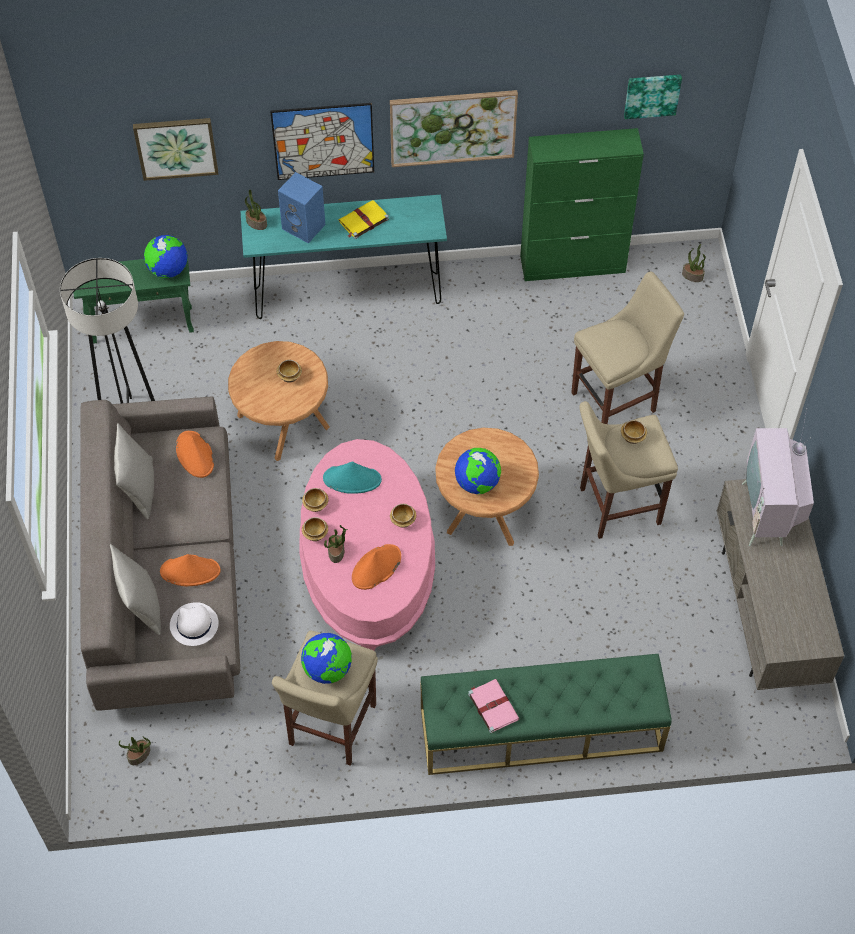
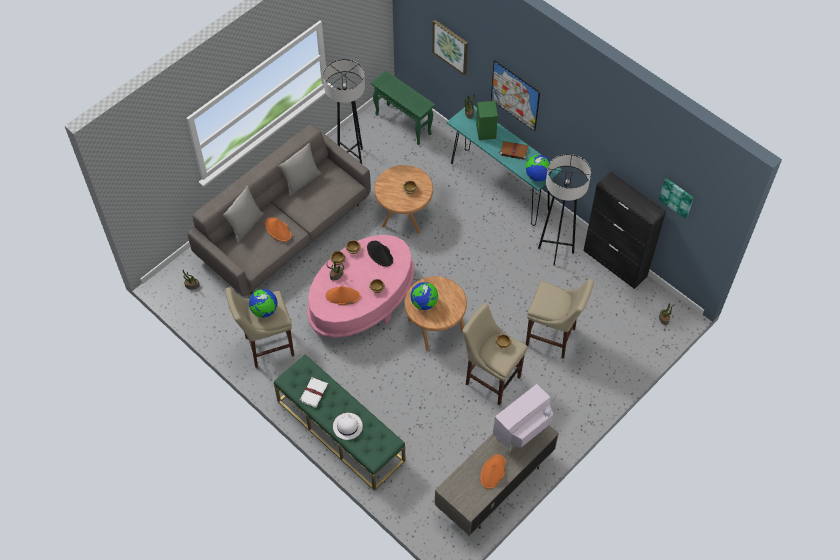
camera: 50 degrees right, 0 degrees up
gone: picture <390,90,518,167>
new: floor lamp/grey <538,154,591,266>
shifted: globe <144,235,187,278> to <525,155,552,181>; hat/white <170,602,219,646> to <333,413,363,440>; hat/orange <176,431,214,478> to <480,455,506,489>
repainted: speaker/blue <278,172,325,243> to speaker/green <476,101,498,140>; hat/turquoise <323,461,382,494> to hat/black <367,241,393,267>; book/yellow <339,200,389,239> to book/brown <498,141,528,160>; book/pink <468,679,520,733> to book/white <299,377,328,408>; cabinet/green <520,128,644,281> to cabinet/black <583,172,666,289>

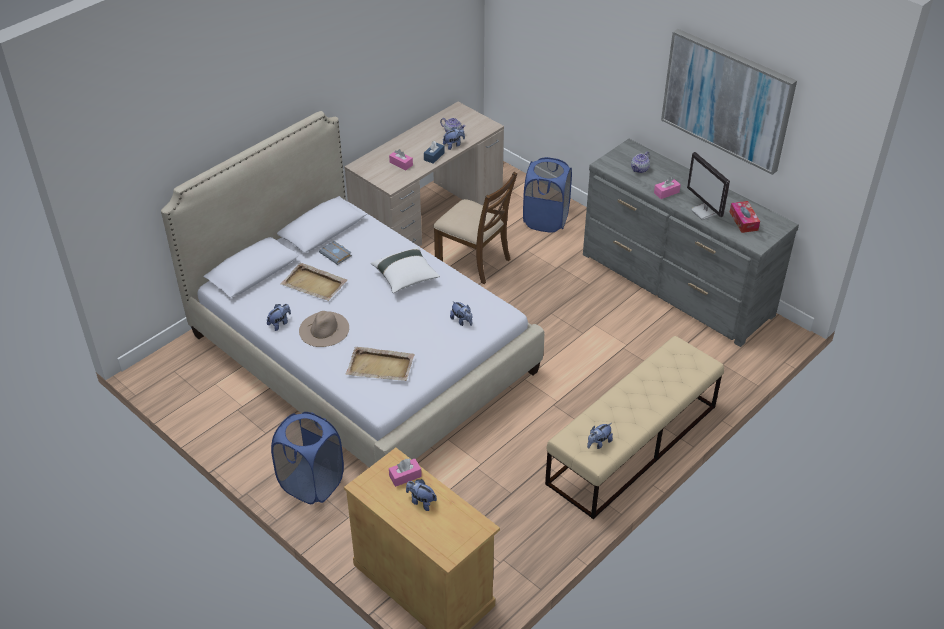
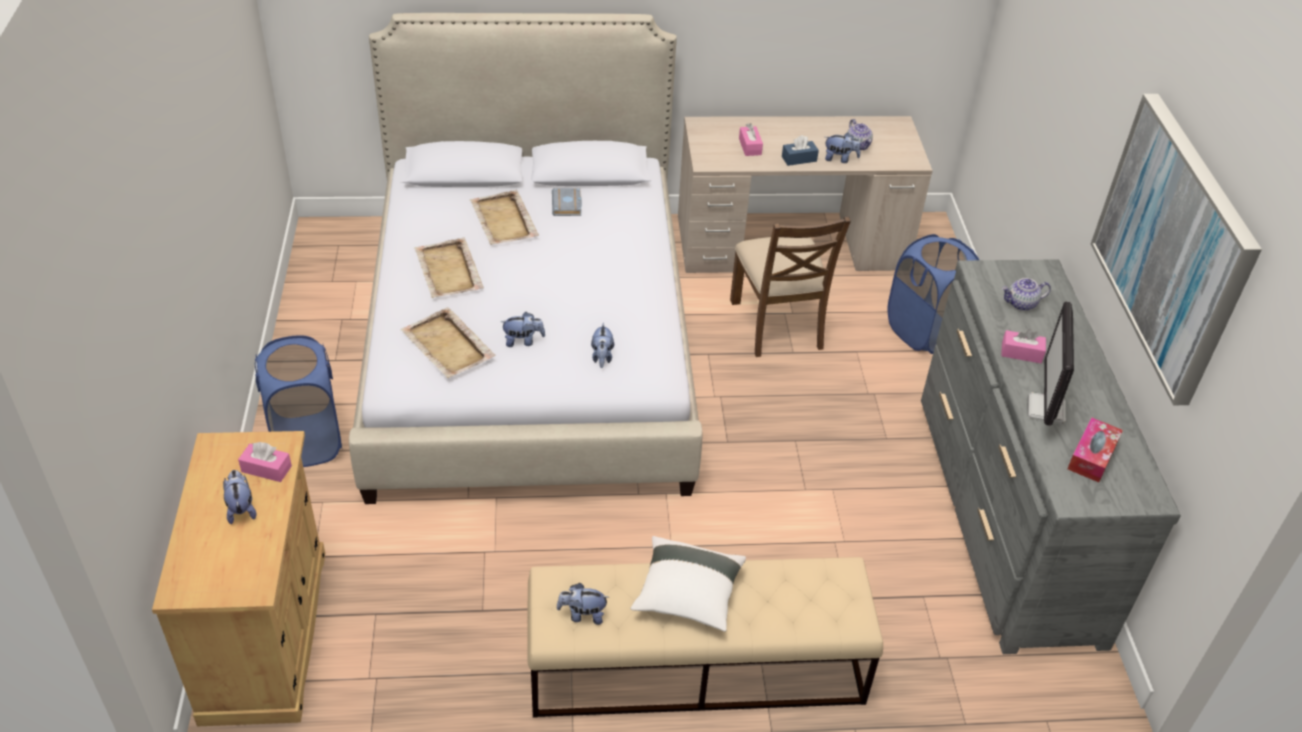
camera: 40 degrees right, 0 degrees up
shifted: plush toy <267,304,291,331> to <501,312,545,347>; pillow/white <371,247,440,293> to <631,536,746,632>
swapped: hat/beige <299,311,349,347> to tray/beige <414,238,484,298>

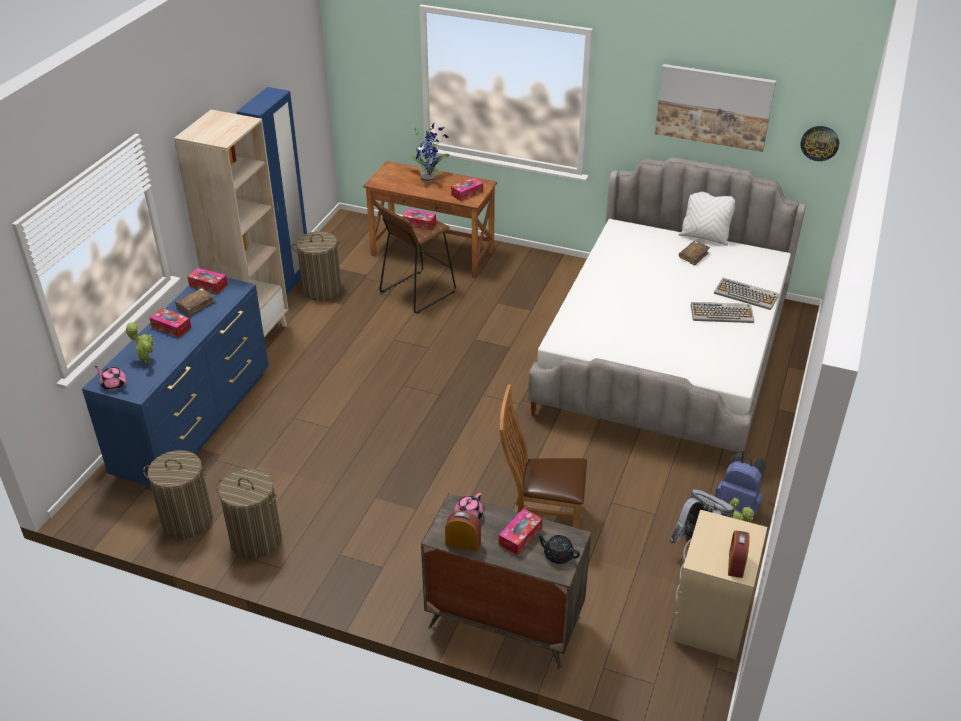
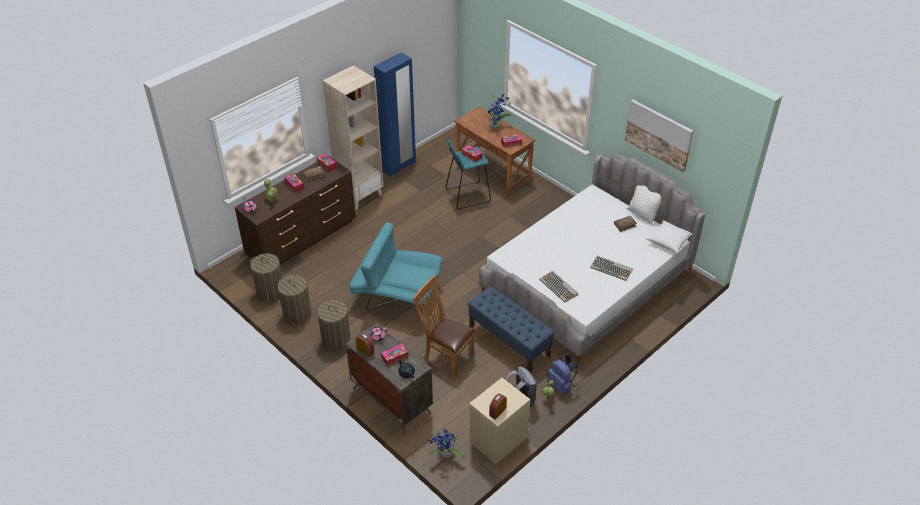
camera: 25 degrees right, 5 degrees up
gone: wall clock <800,126,839,161>
new: armchair/turquoise <349,222,443,314>; potted plant <429,429,465,459>; bench/blue <468,286,555,373>; pillow/white <646,220,692,253>
shifted: laundry basket <292,231,342,301> to <315,300,351,350>; keyboard <714,278,779,310> to <539,271,578,302>
repainted: dresser/blue <82,278,269,487> to dresser/brown <235,156,356,265>; stool/brown <379,206,456,314> to stool/turquoise <445,140,491,210>

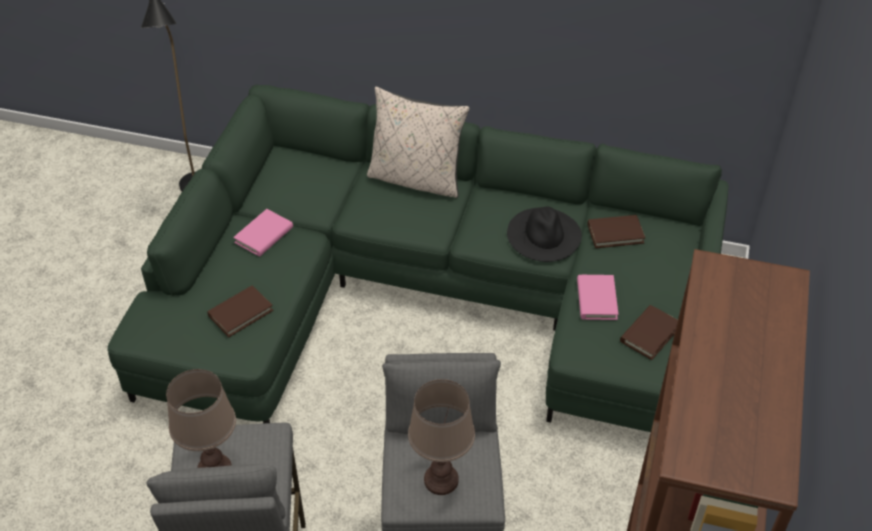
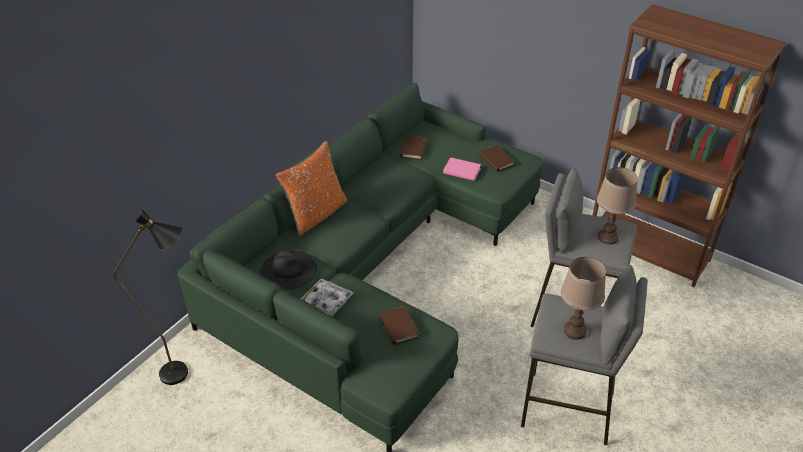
camera: 70 degrees left, 5 degrees down
shifted: hat/black <507,207,582,262> to <260,250,317,290>
swapped: book/pink <233,209,293,257> to tray <301,279,354,316>
repainted: pillow/beige <367,86,469,198> to pillow/orange <276,141,347,236>

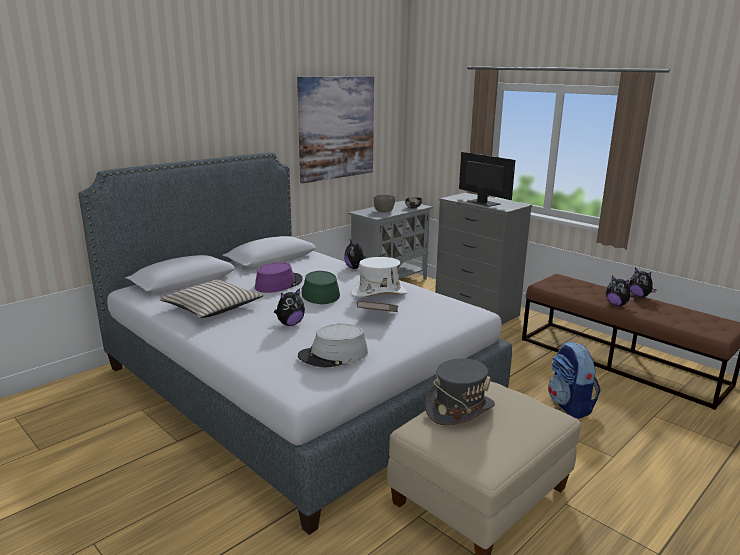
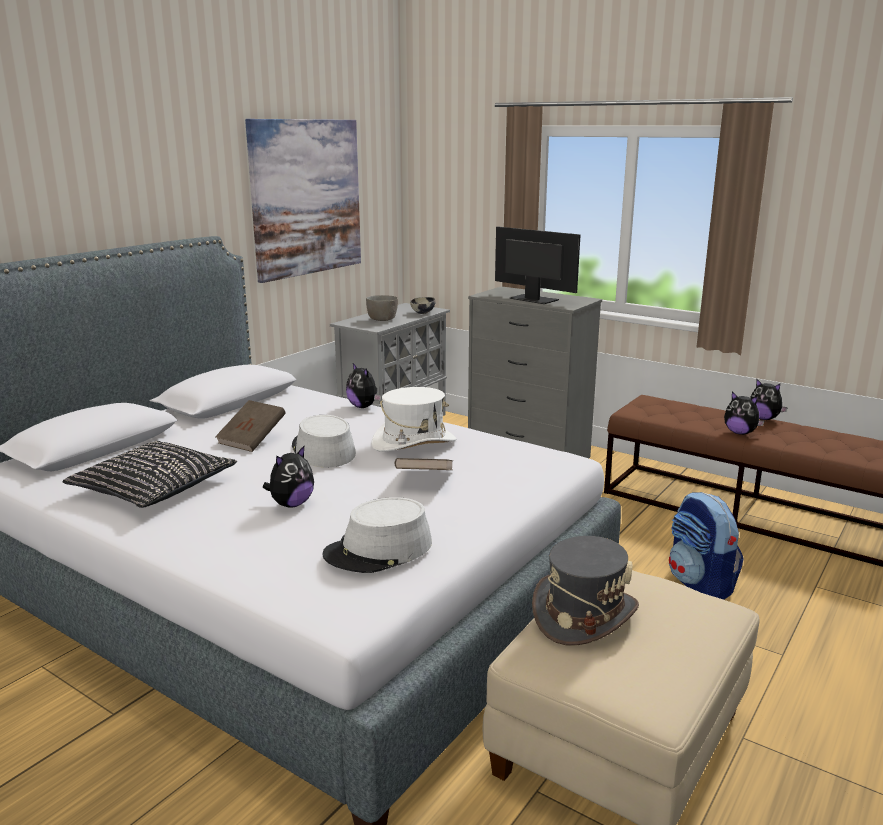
camera: 10 degrees left, 0 degrees up
swapped: hat/purple <255,262,303,293> to book/brown <215,400,285,452>
repainted: pillow/beige <160,280,263,318> to pillow/black <62,441,237,508>; hat/green <301,271,340,304> to hat/grey <292,415,356,467>

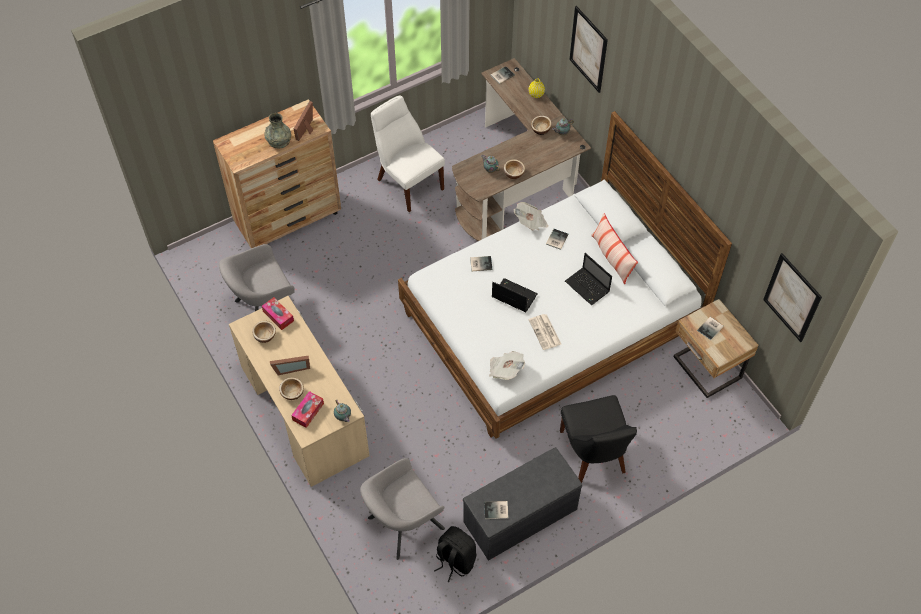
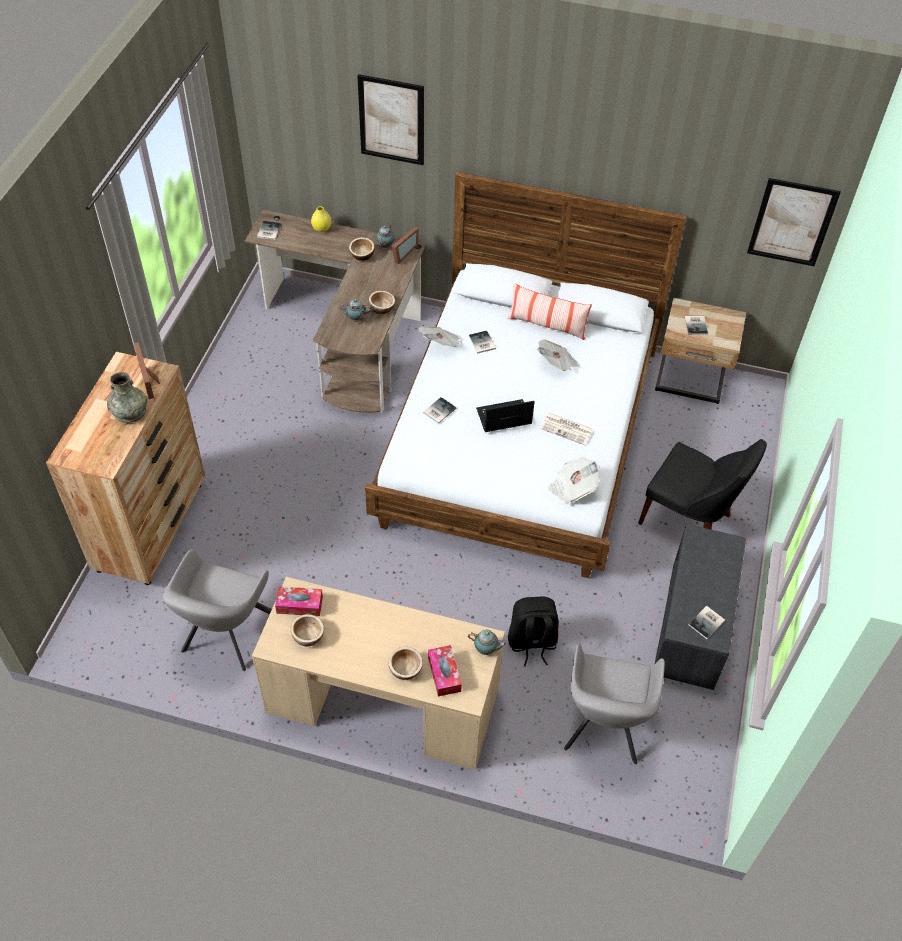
camera: 45 degrees left, 5 degrees down
gone: chair/white <371,95,445,212>
shifted: picture frame <270,356,310,375> to <392,227,419,265>; backpack/black <434,526,477,582> to <508,596,559,667>
swapped: laptop <565,253,612,305> to newspaper <537,340,580,371>

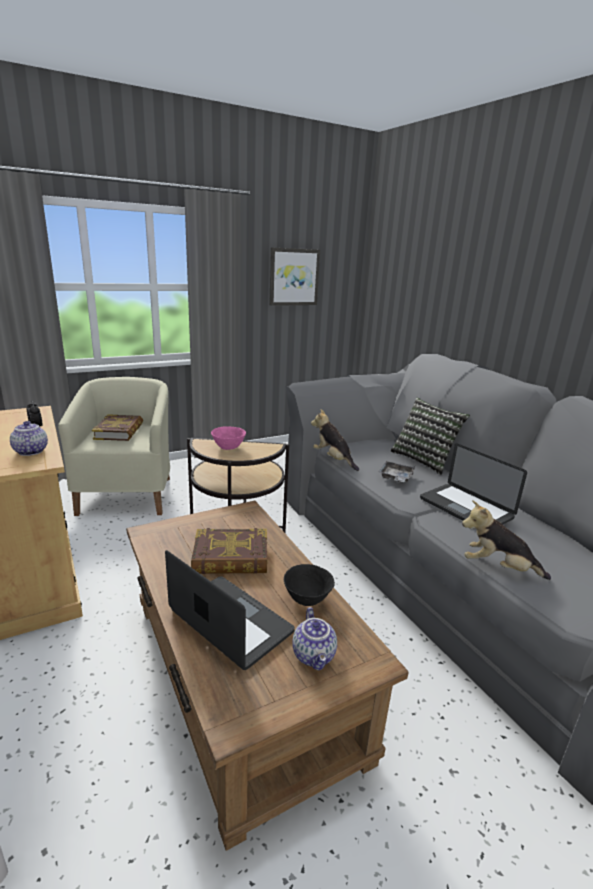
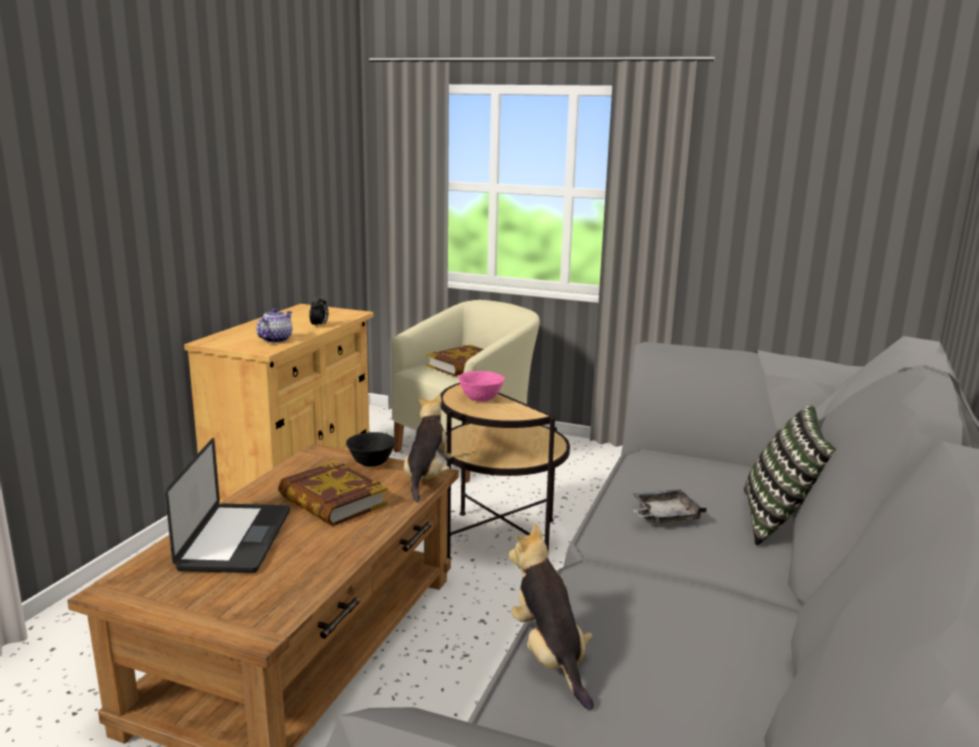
camera: 50 degrees right, 5 degrees down
gone: picture <269,247,320,306>; teapot <293,607,337,671>; laptop <420,443,527,524>
shifted: bowl/black <284,564,335,606> to <346,432,395,467>; plush toy <311,409,359,471> to <404,394,452,502>

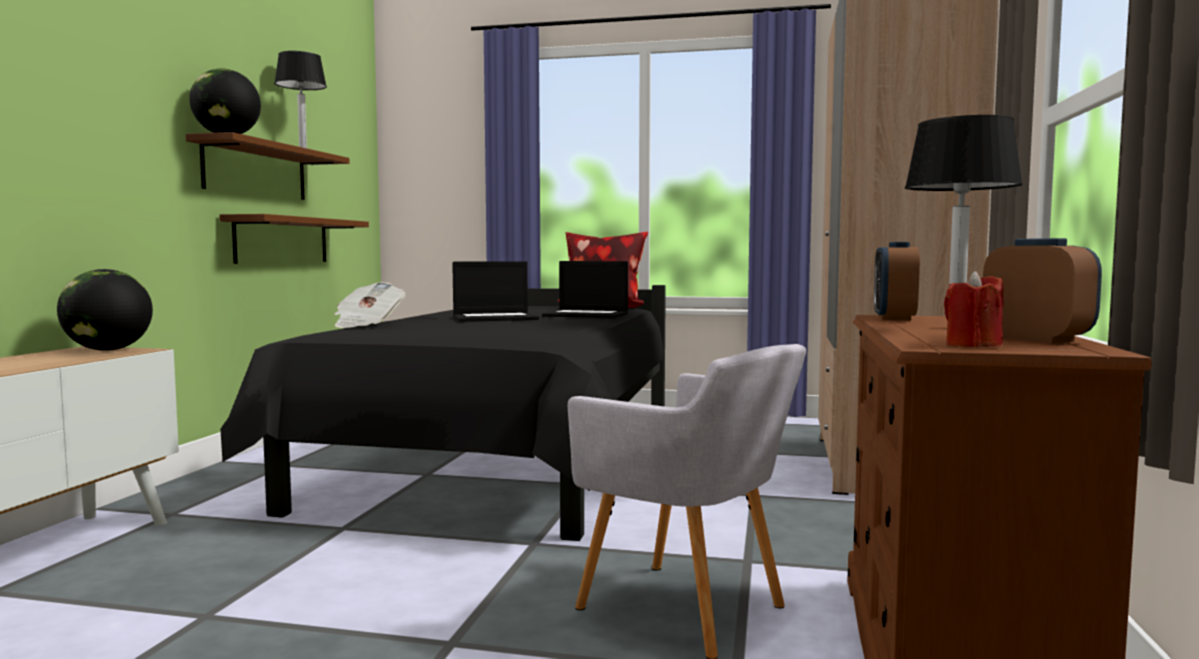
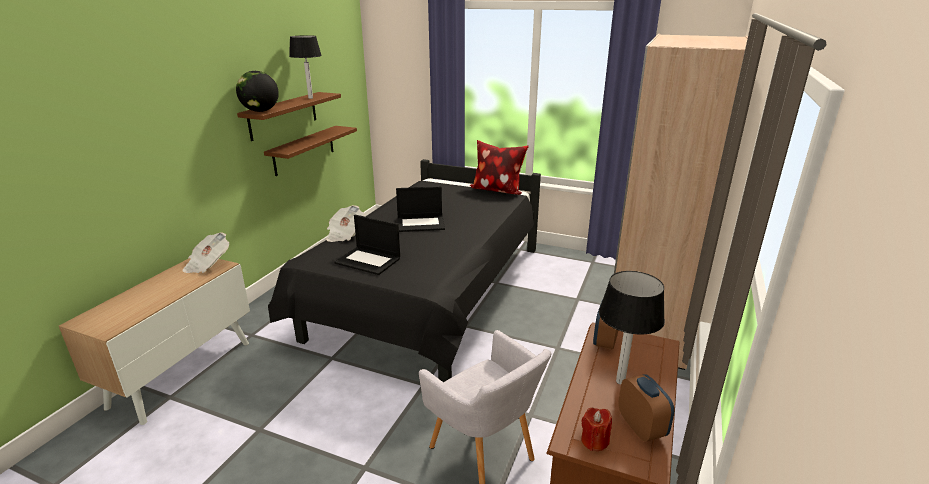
camera: 10 degrees right, 20 degrees up
shifted: laptop <542,261,628,318> to <334,215,400,275>
swapped: globe <57,269,153,351> to newspaper <182,232,229,273>

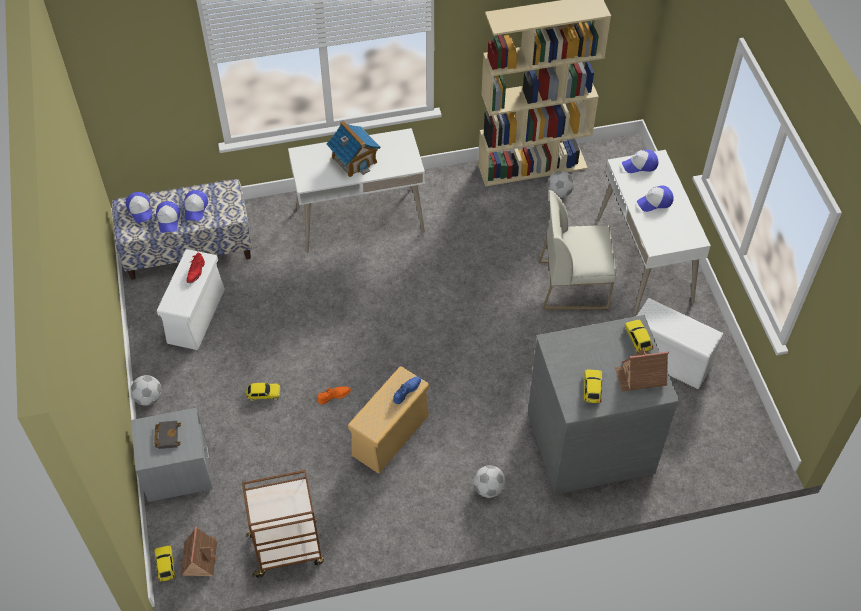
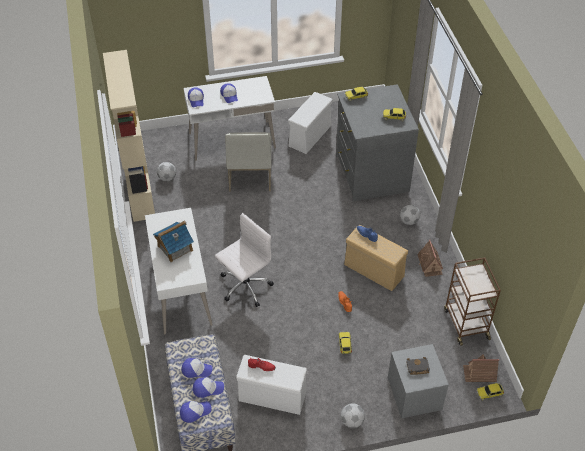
camera: 90 degrees left, 5 degrees down
new: office chair/white <215,213,274,307>
shifted: toy house <615,347,669,392> to <417,240,443,277>

